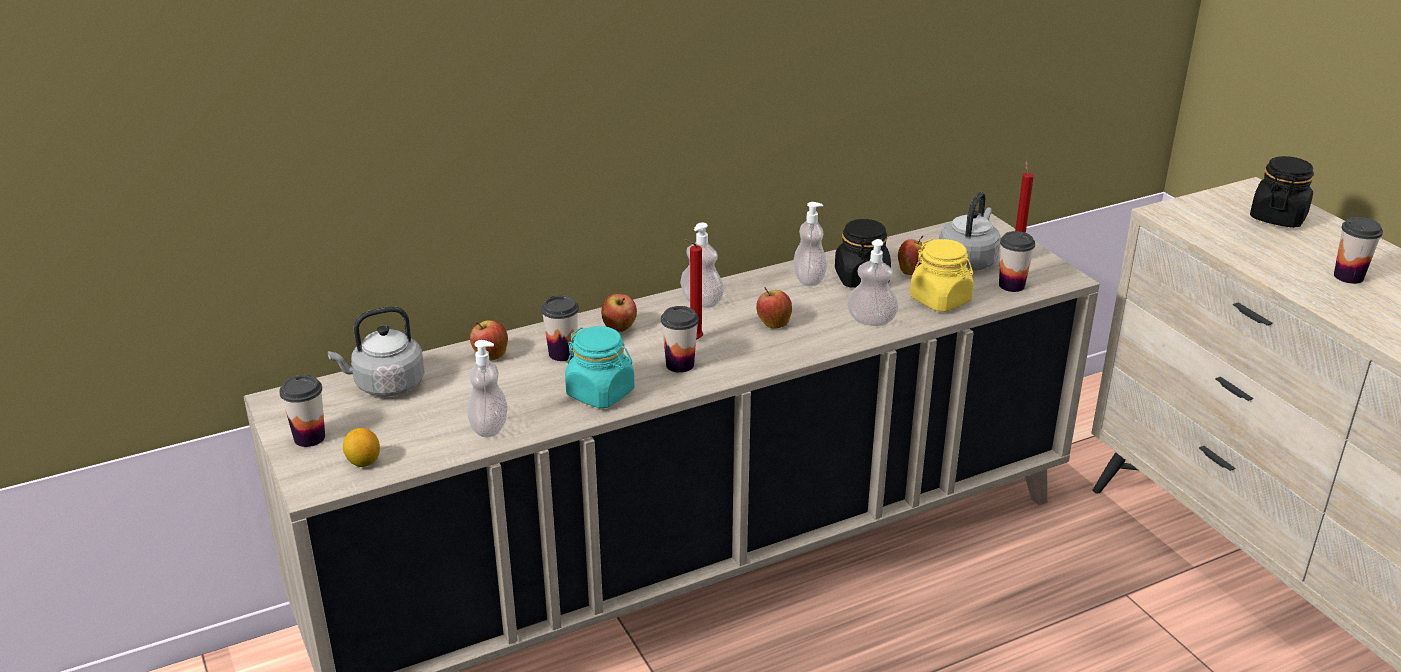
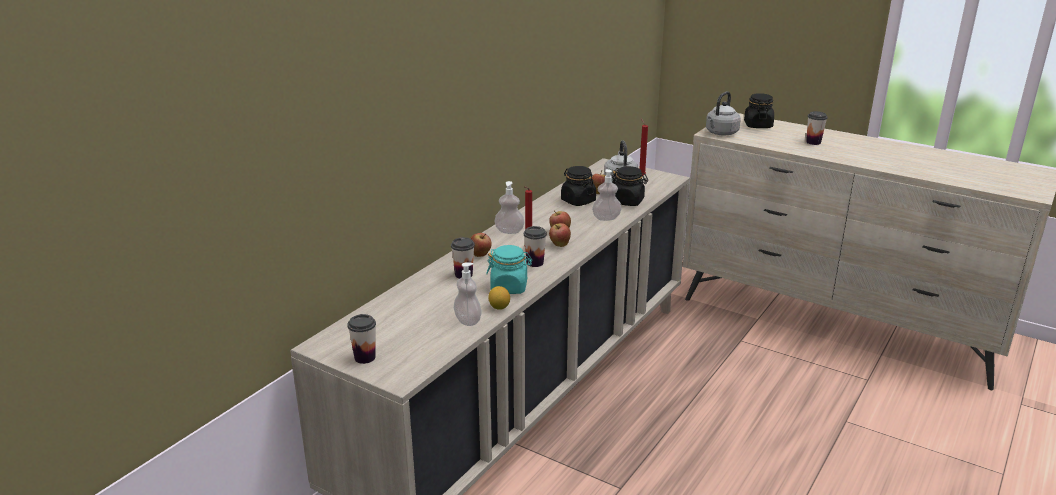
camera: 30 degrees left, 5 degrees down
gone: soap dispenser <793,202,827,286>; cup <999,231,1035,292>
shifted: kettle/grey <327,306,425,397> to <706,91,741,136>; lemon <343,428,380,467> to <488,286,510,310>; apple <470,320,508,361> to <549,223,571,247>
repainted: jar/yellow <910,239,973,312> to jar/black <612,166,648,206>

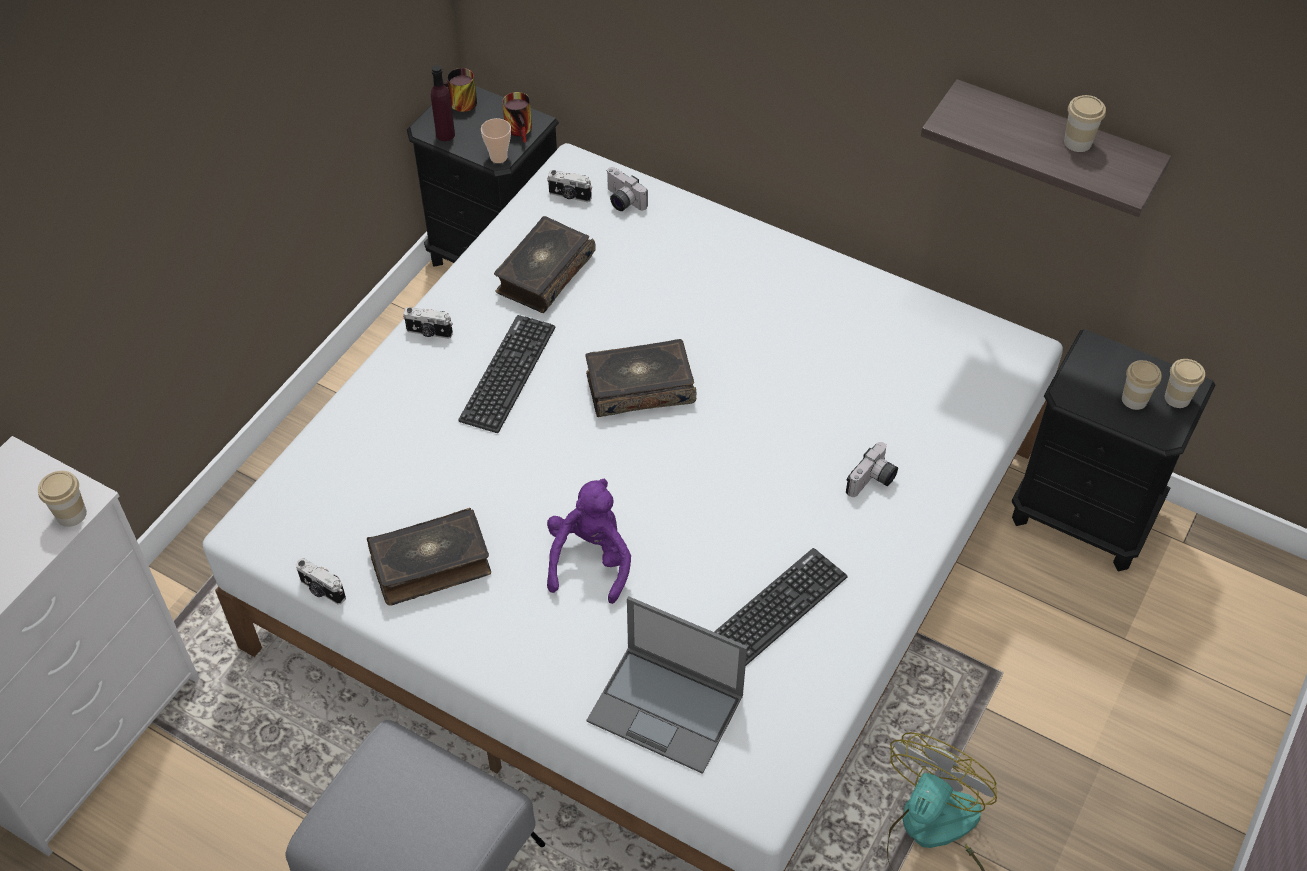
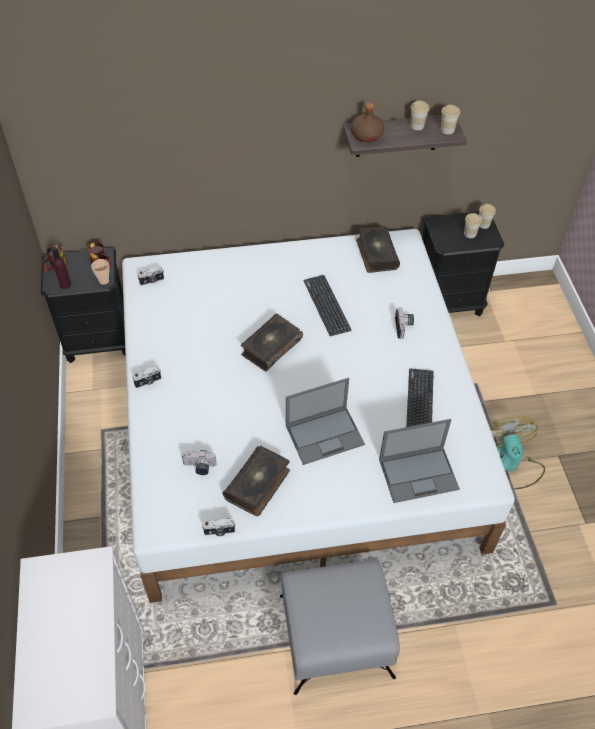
camera: 40 degrees left, 0 degrees up
new: bottle/brown <351,102,385,142>
shifted: cup <38,471,87,527> to <441,105,460,134>; keyboard <458,315,556,433> to <304,275,352,336>; book <494,216,596,313> to <356,226,400,273>; photo camera <606,167,648,211> to <181,450,217,475>
swapped: plush toy/purple <547,479,631,604> to laptop <286,378,365,465>

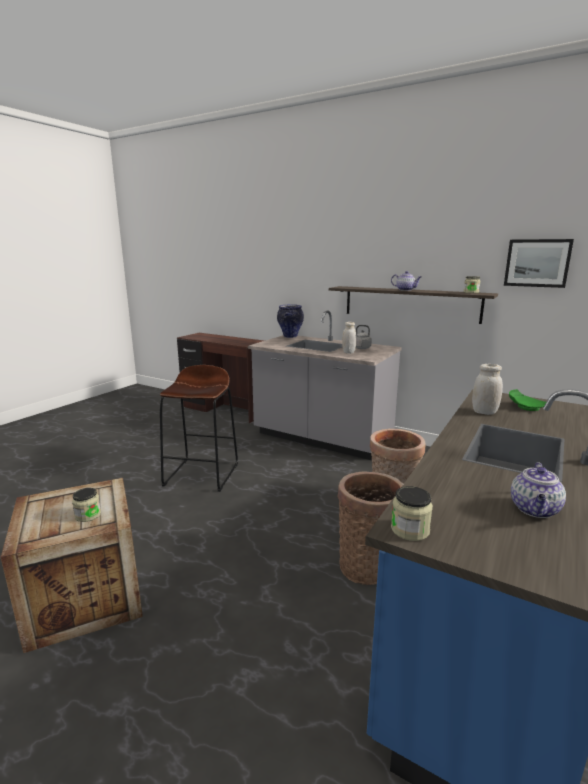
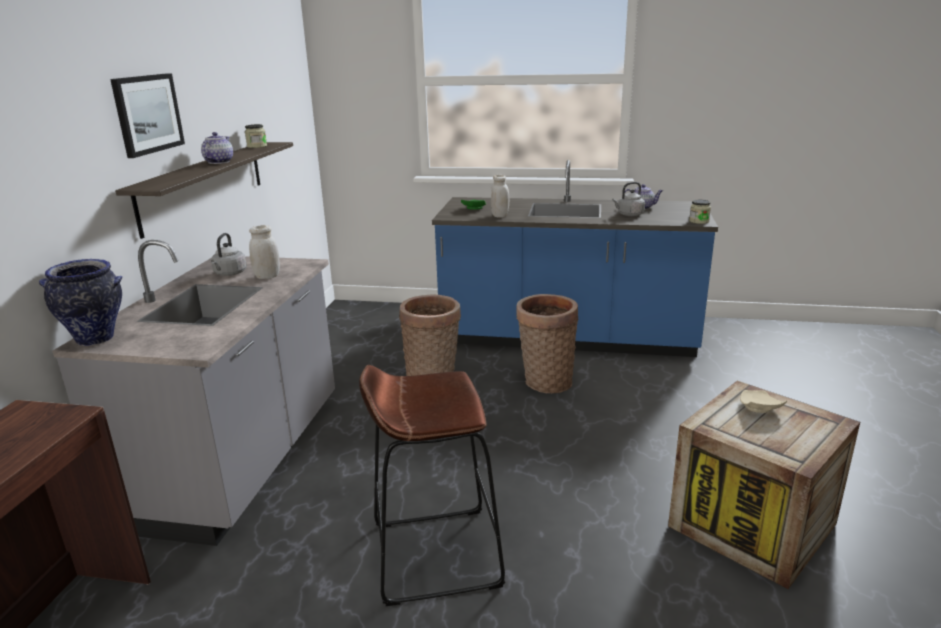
camera: 110 degrees left, 5 degrees up
new: kettle/grey <612,182,645,216>
shifted: picture <504,239,574,288> to <110,73,185,158>
swapped: jar <72,488,101,522> to plate/beige <740,390,787,413>

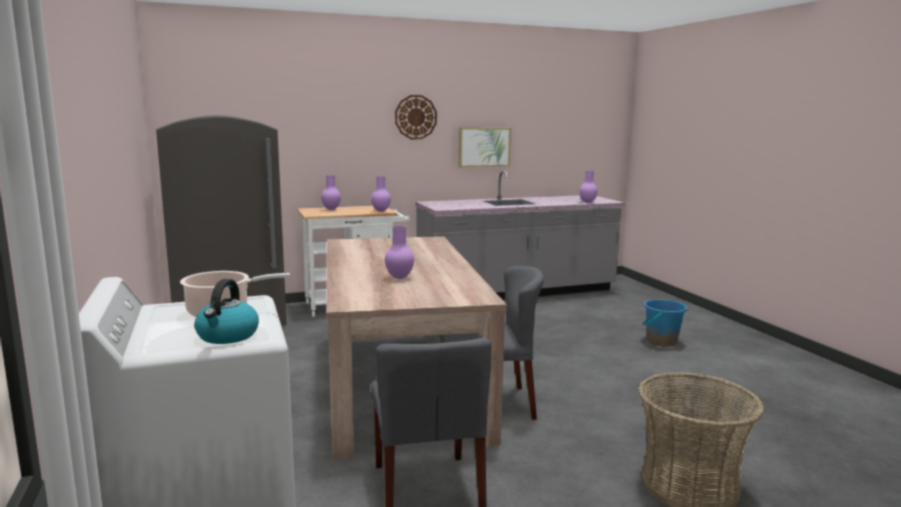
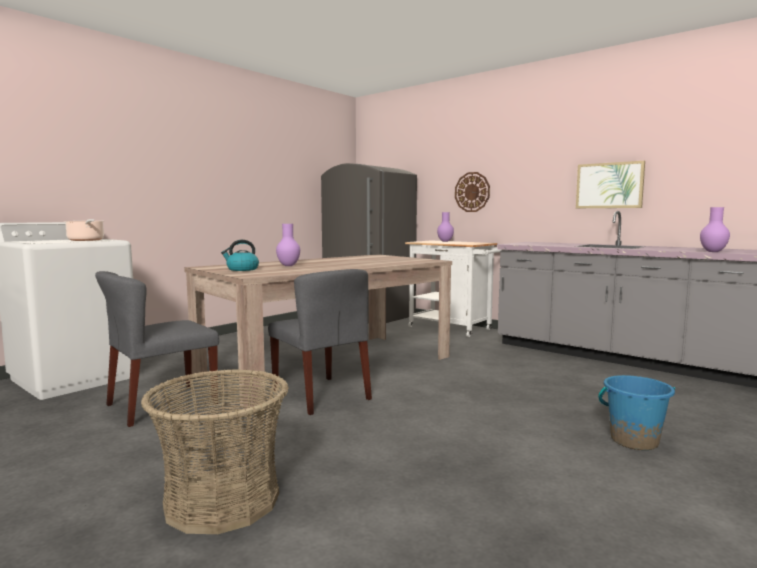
camera: 60 degrees right, 5 degrees down
gone: vase/purple <371,176,391,212>
shifted: kettle <194,279,259,344> to <221,240,259,271>; wall clock <395,95,437,139> to <455,172,490,212>

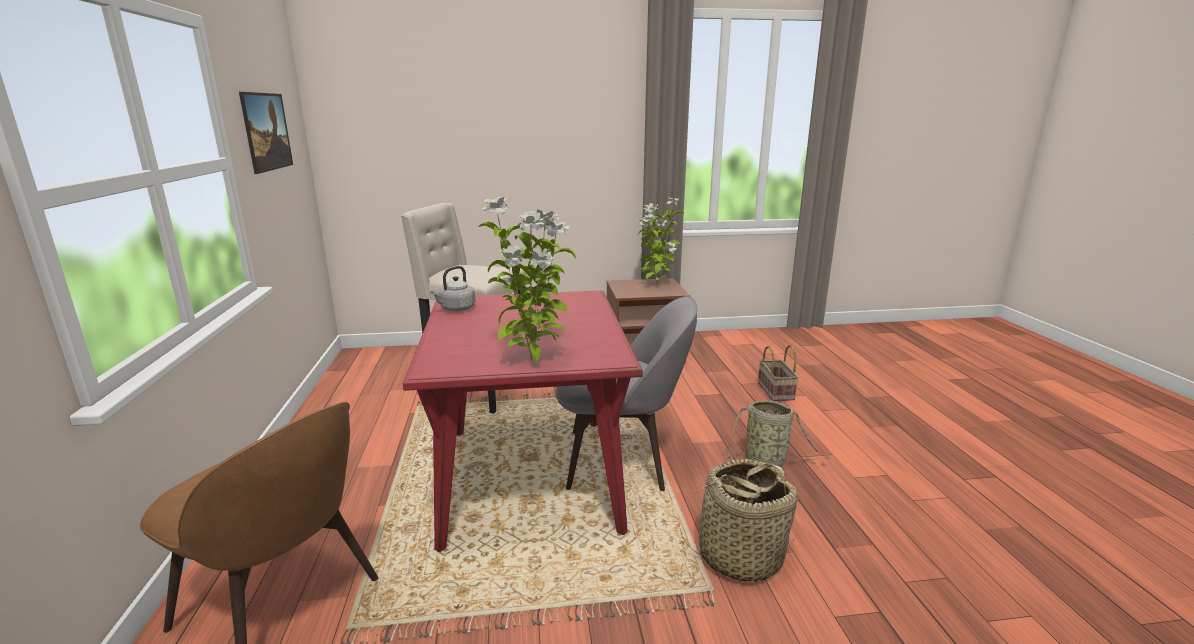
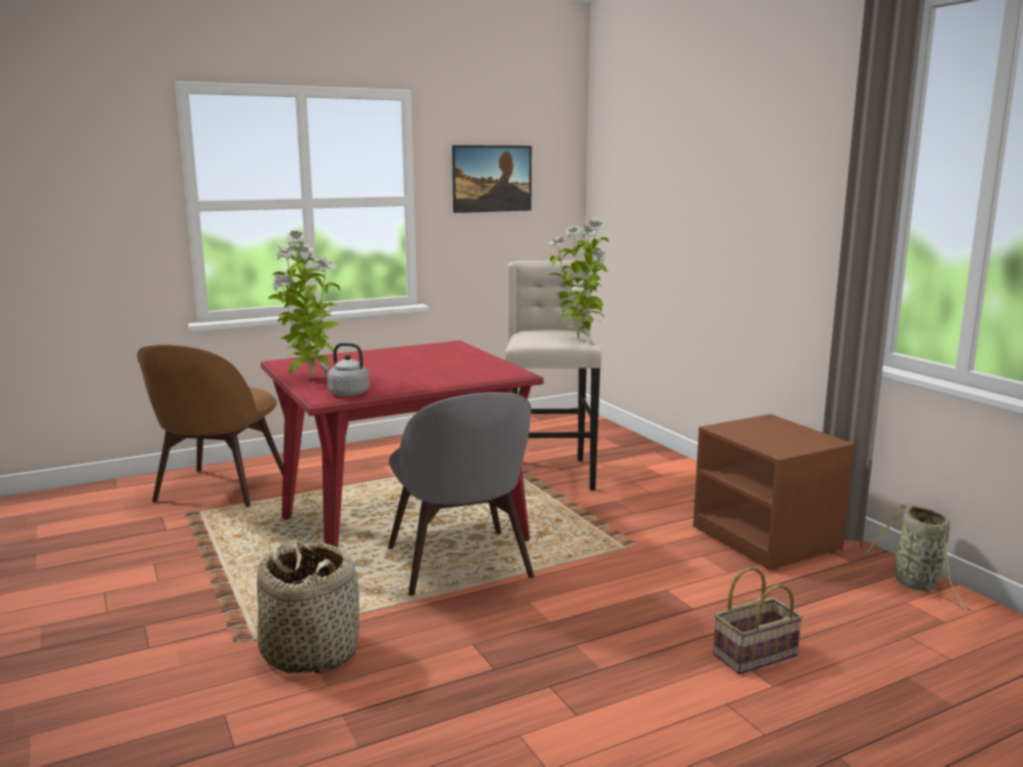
camera: 70 degrees right, 5 degrees down
shifted: kettle/grey <431,266,475,311> to <320,343,370,397>; potted plant <638,197,683,285> to <549,218,609,339>; basket <723,400,830,467> to <866,503,971,611>

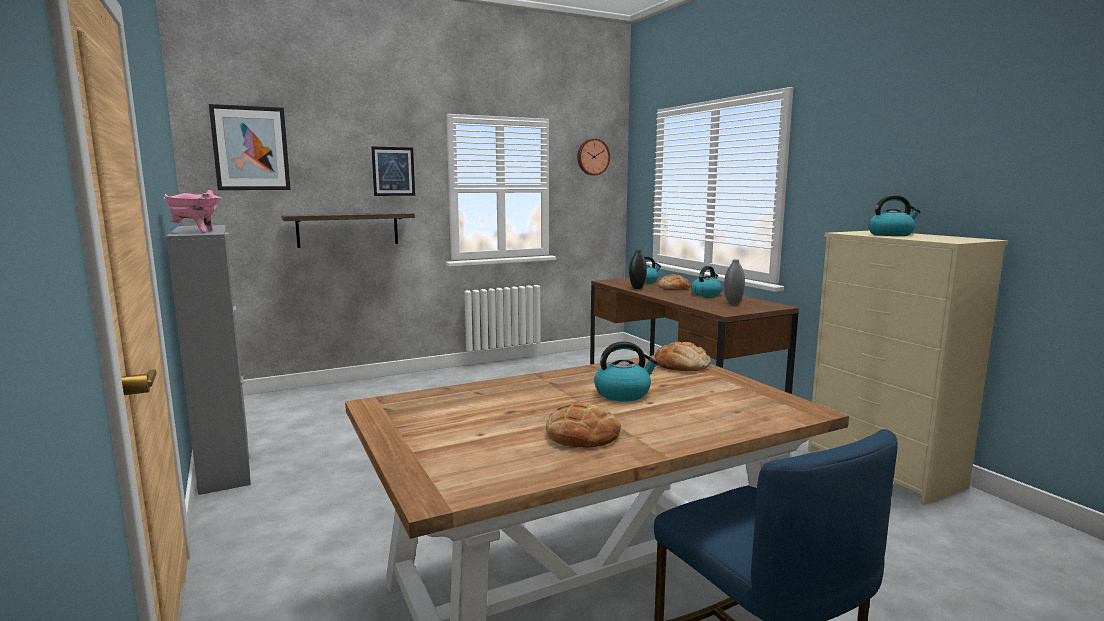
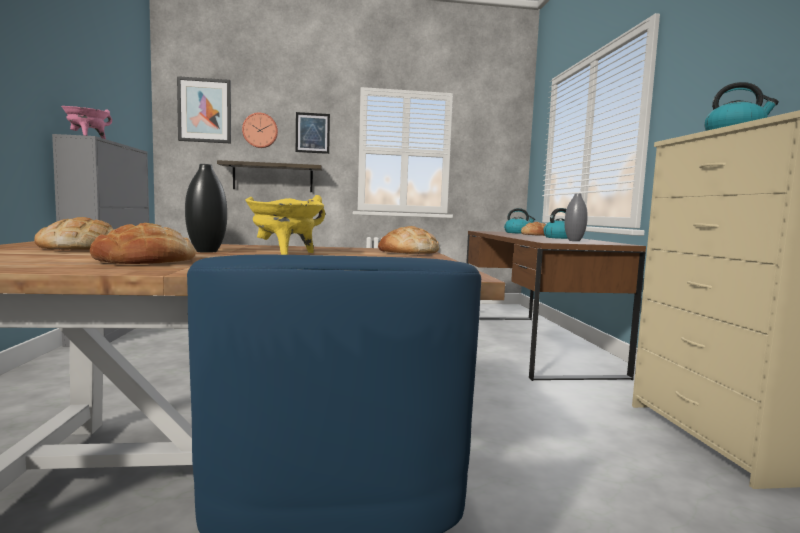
camera: 20 degrees right, 5 degrees down
new: bread <34,217,114,250>
shifted: wall clock <577,139,610,175> to <242,112,278,148>; vase/black <629,250,647,289> to <185,164,227,253>
swapped: kettle <594,341,658,401> to cooking pot/yellow <245,195,325,255>

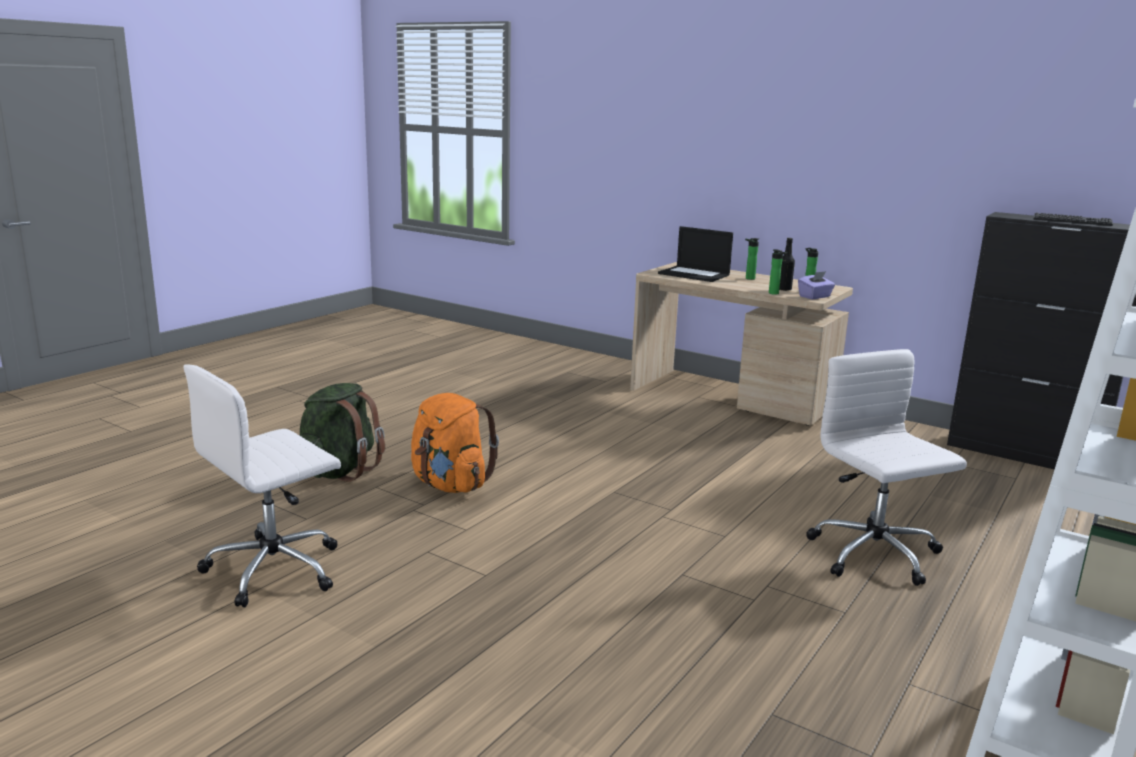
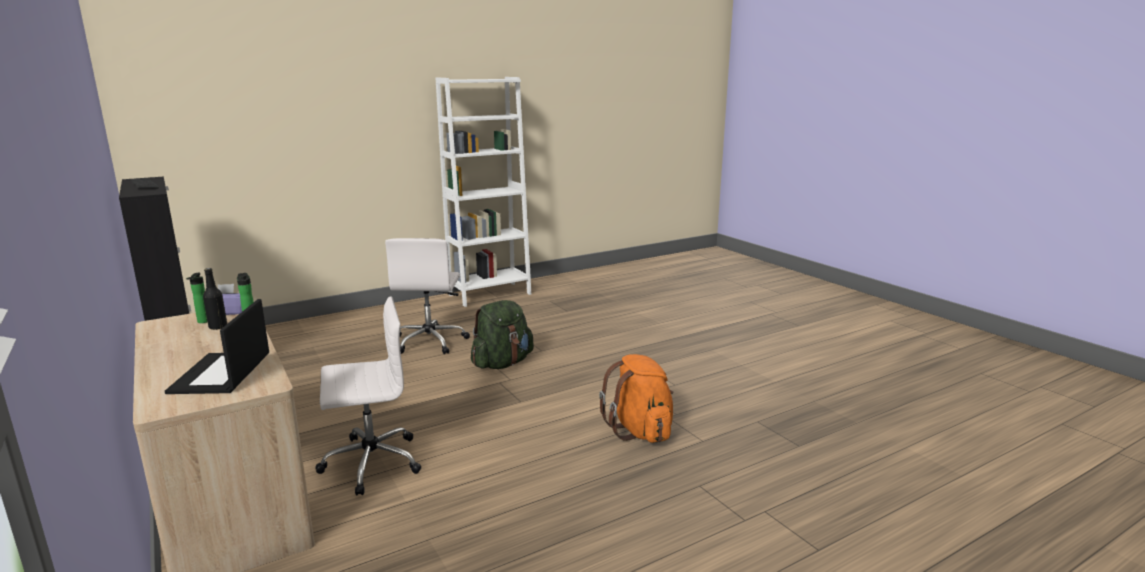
camera: 155 degrees left, 0 degrees up
gone: bottle <745,238,759,280>
shifted: office chair/white <184,364,341,607> to <316,296,421,495>; backpack/green <299,383,385,482> to <471,300,534,369>
rotated: laptop <658,226,733,282> = <165,299,269,394> 150 degrees counterclockwise

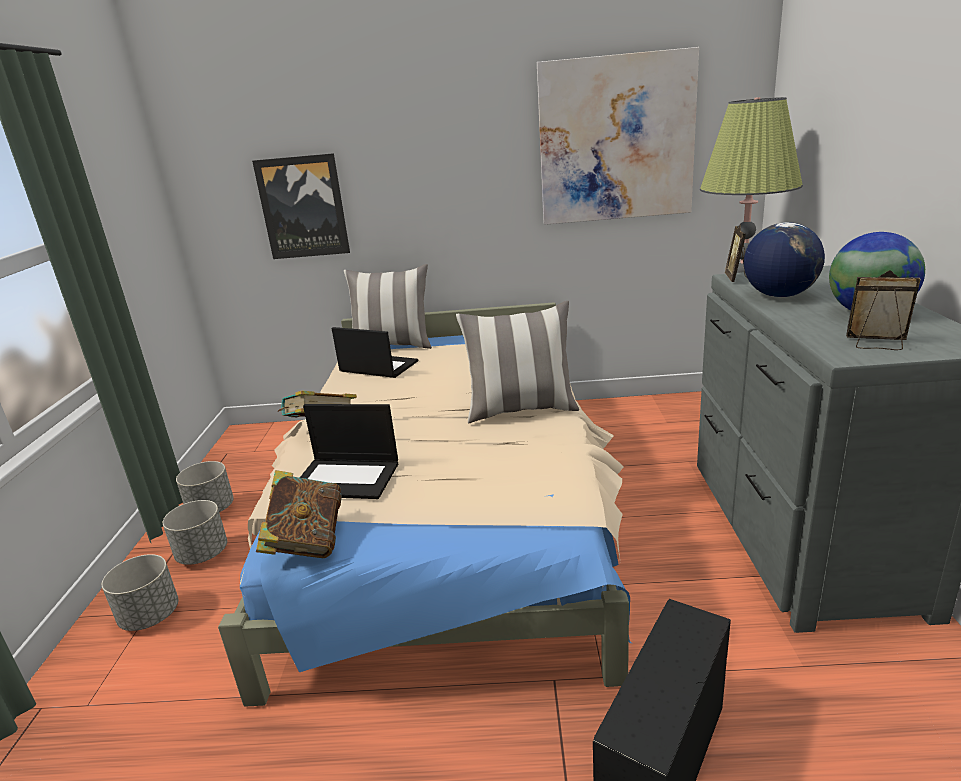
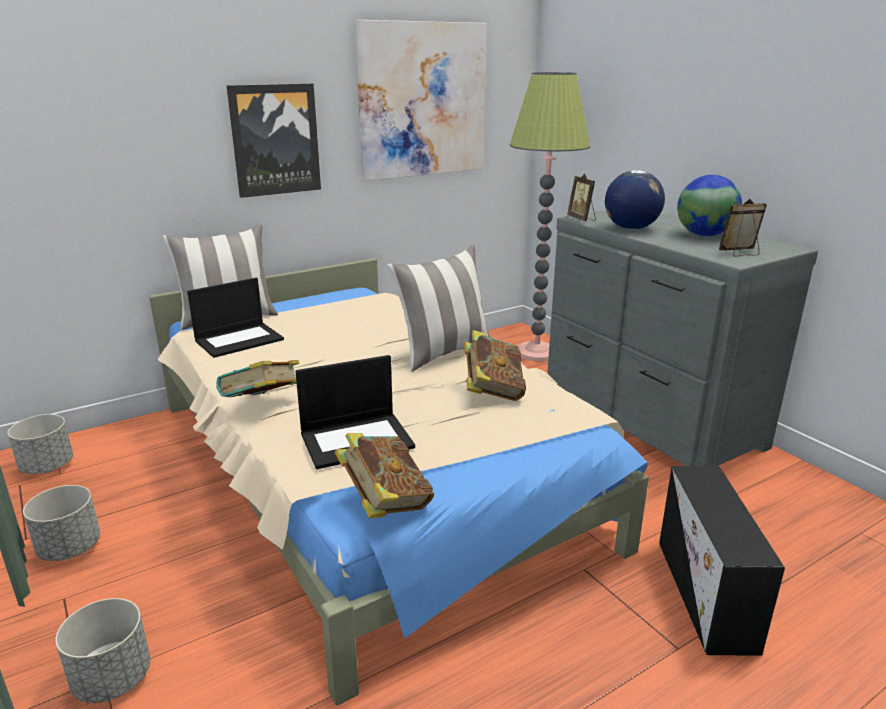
camera: 35 degrees left, 0 degrees up
new: book <464,330,526,401>
shifted: planter/grey <163,500,227,565> to <8,414,73,474>; picture <252,153,350,259> to <227,84,321,198>
rotated: laptop <332,327,418,378> = <187,278,284,358> 150 degrees clockwise

